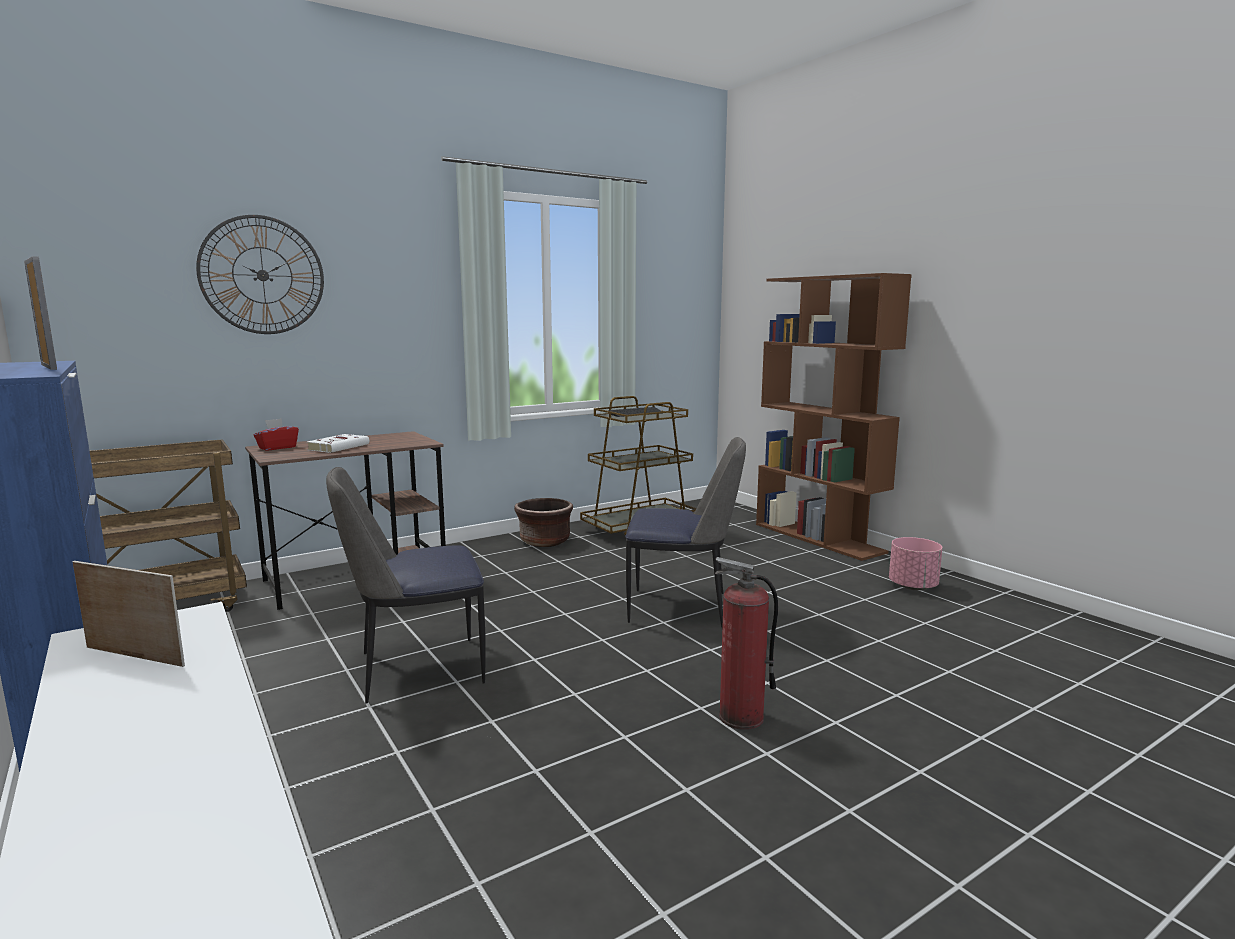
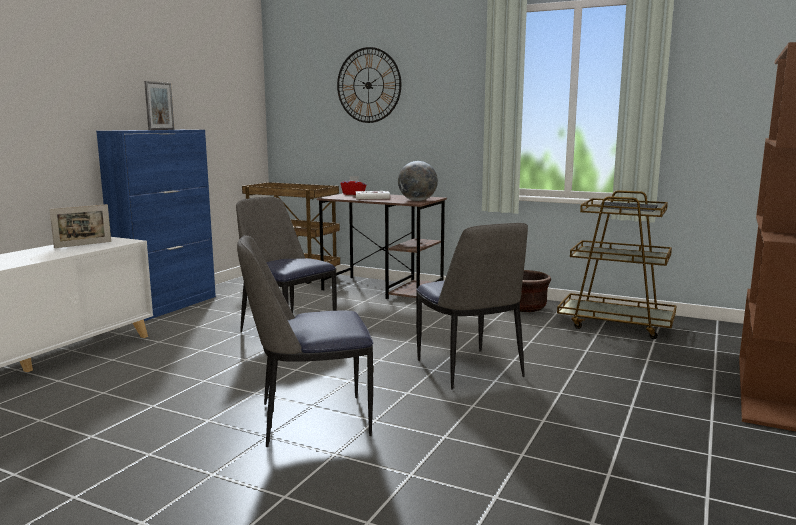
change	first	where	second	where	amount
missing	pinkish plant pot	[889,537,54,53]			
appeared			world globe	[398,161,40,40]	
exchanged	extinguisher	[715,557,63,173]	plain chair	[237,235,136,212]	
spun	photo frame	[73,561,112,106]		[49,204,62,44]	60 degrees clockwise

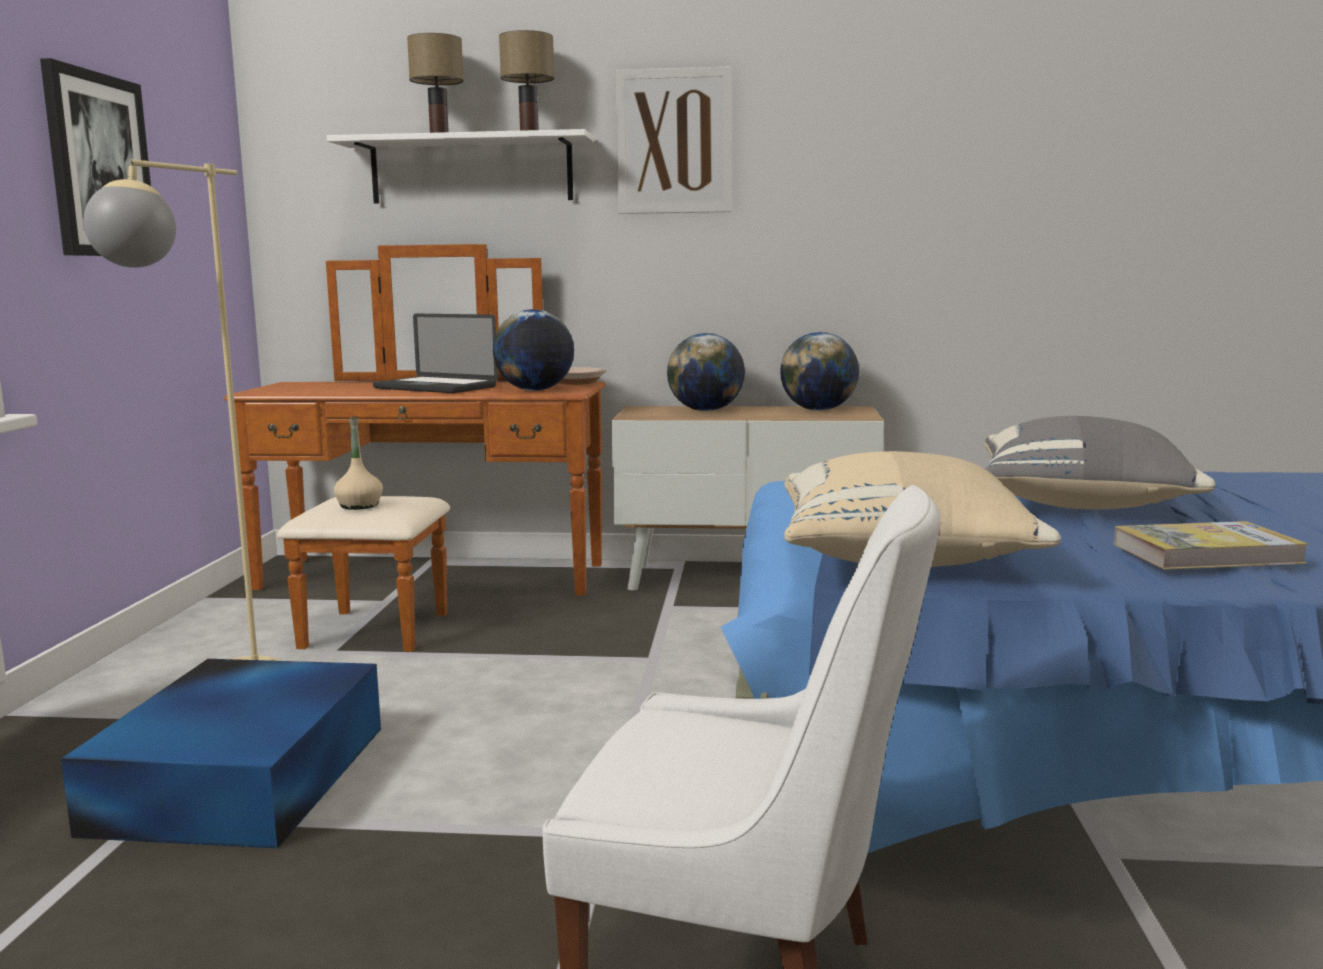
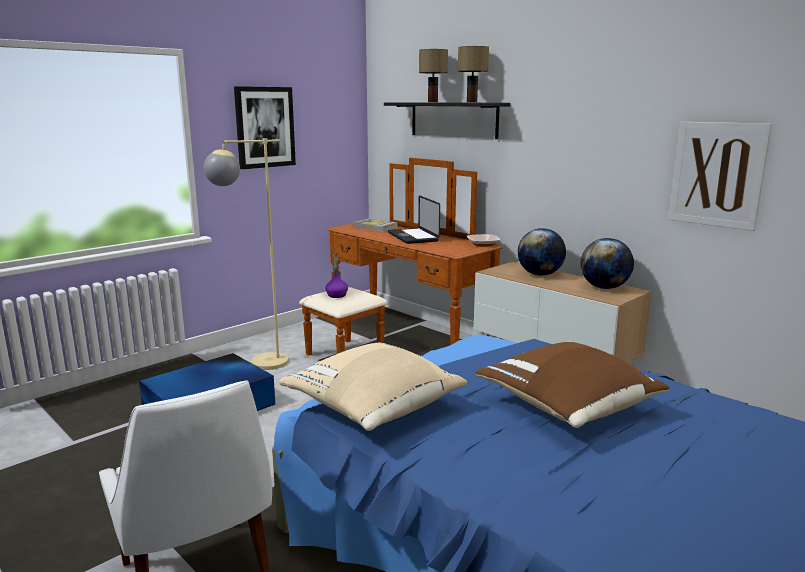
change	first	where	second	where	amount
missing	world globe	[493,309,81,82]			
relocated	wall art	[616,66,116,148]		[669,122,103,109]	
relocated	book	[1114,521,195,49]		[353,219,45,13]	
colour	whitish wall shelf	[327,129,267,75]	black wall shelf	[384,102,127,37]	
colour	beige-coloured drink bottle	[334,416,49,94]	purplish drink bottle	[325,253,23,45]	
colour	grey cushion	[985,416,231,94]	brownish cushion	[476,342,193,86]	

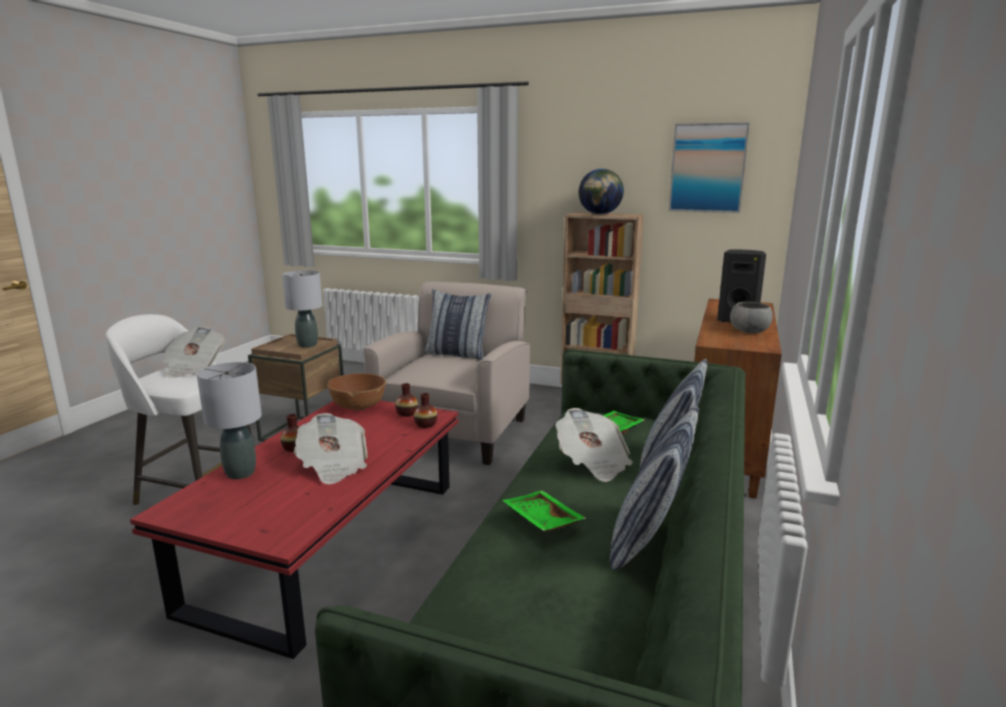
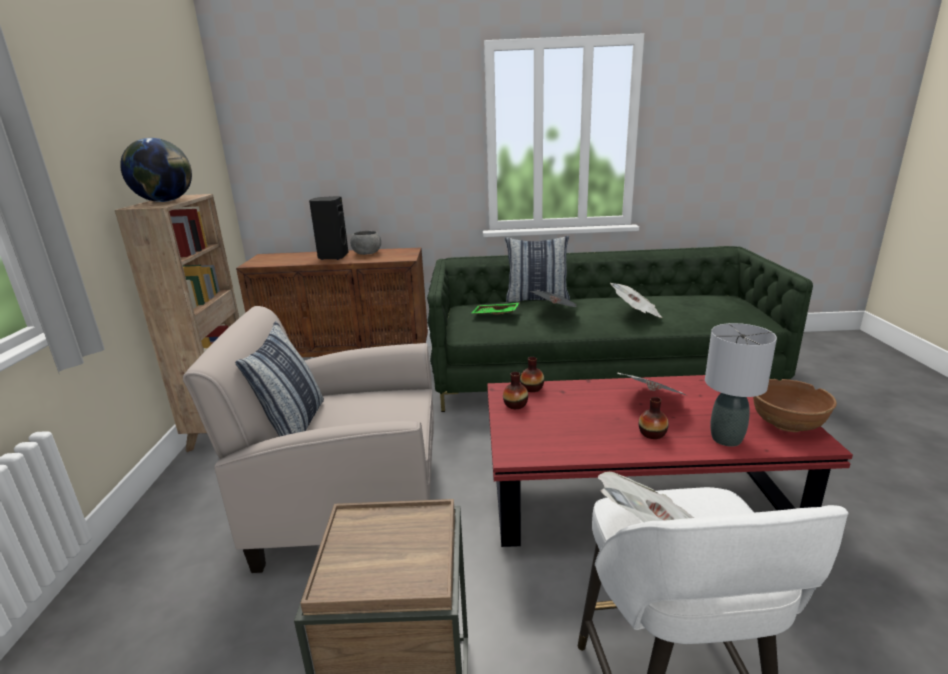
change	first	where	second	where	amount
missing	grey lamp for a table	[282,270,40,78]			
missing	cushion	[610,406,89,165]			
missing	wall art	[669,122,81,91]			
relocated	brownish serving bowl	[327,373,59,37]		[753,379,84,53]	
exchanged	green-coloured serving tray	[503,491,83,40]	daily paper	[610,283,53,35]	

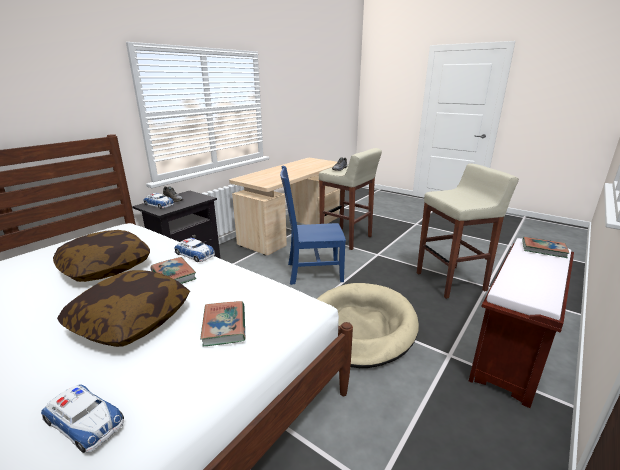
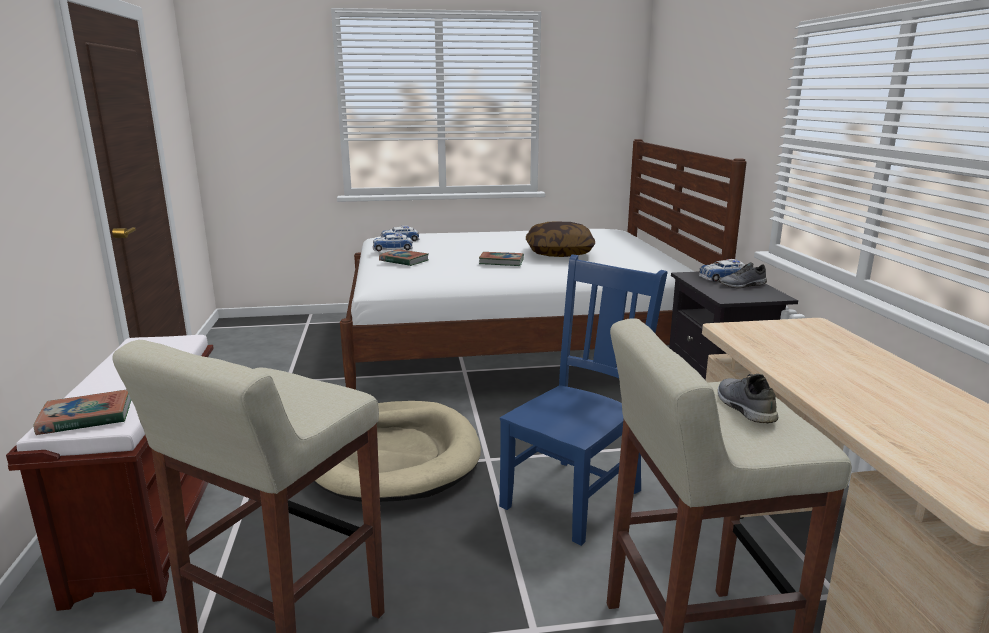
change	first	where	second	where	amount
missing	cushion	[57,270,133,77]			
relocated	miniature car	[174,238,41,24]		[373,233,40,18]	

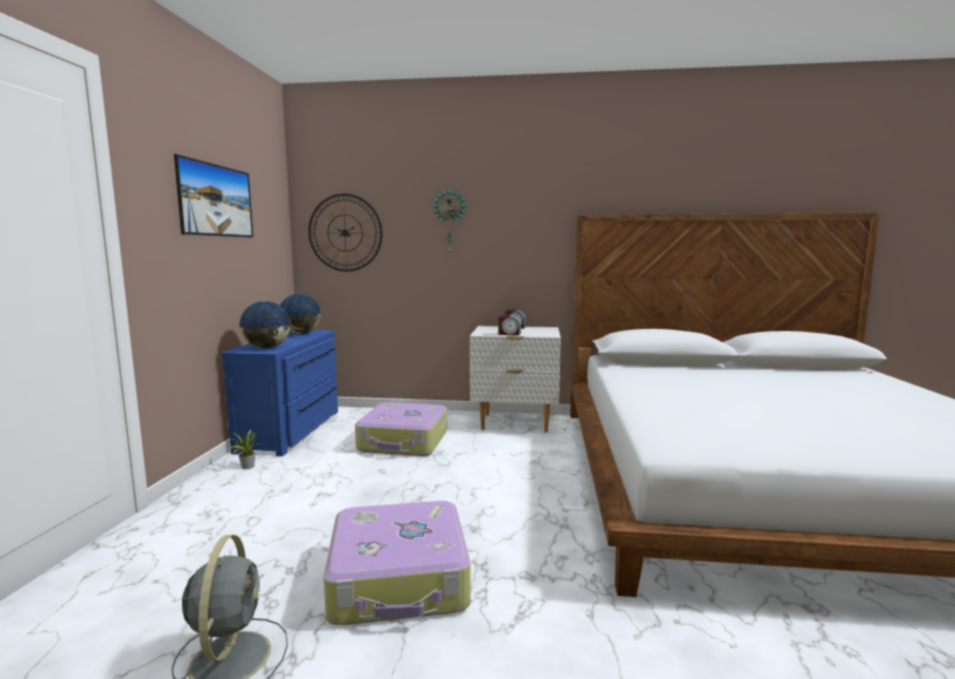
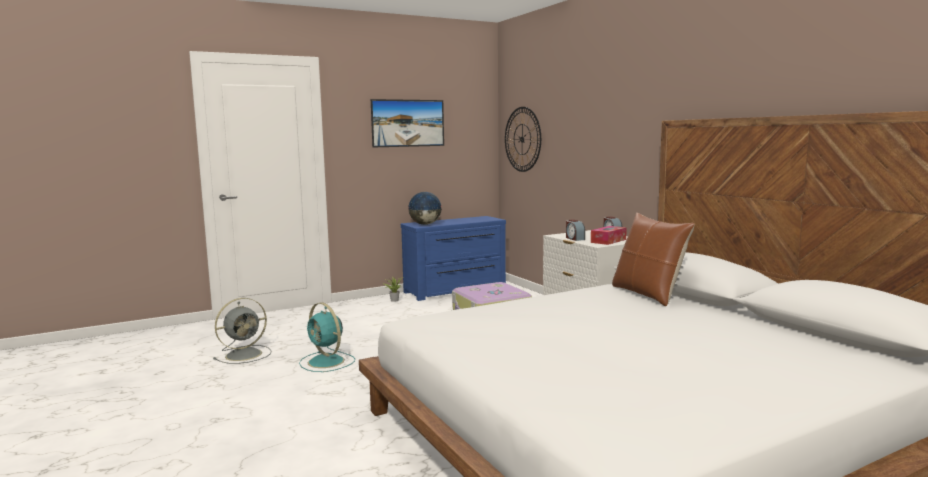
change	first	where	second	where	amount
missing	world globe	[280,294,41,40]			
missing	clock on the wall	[432,187,36,66]			
appeared			box of tissues	[591,226,36,19]	
appeared			brownish cushion	[612,213,83,93]	
exchanged	suitcase	[324,501,147,124]	turquoise cooling fan	[299,303,56,69]	

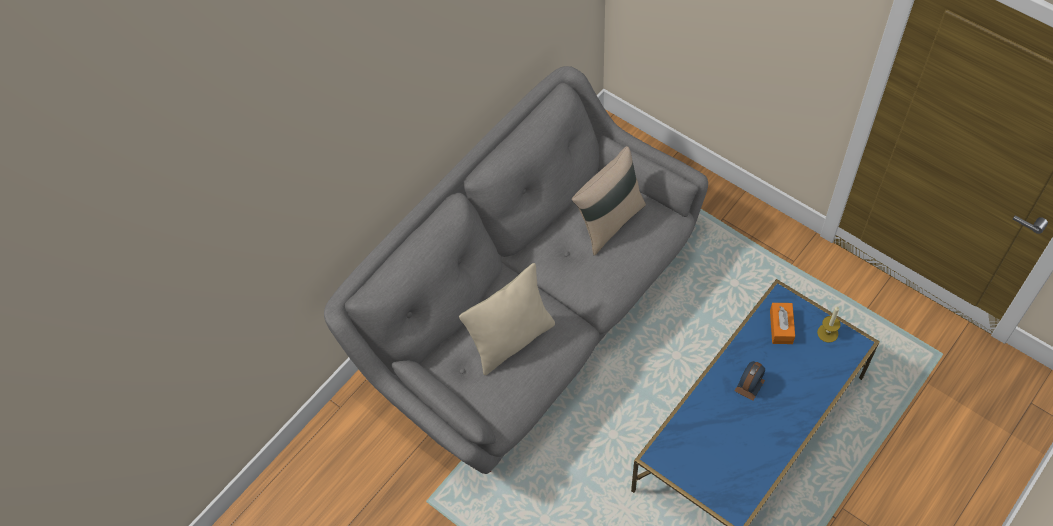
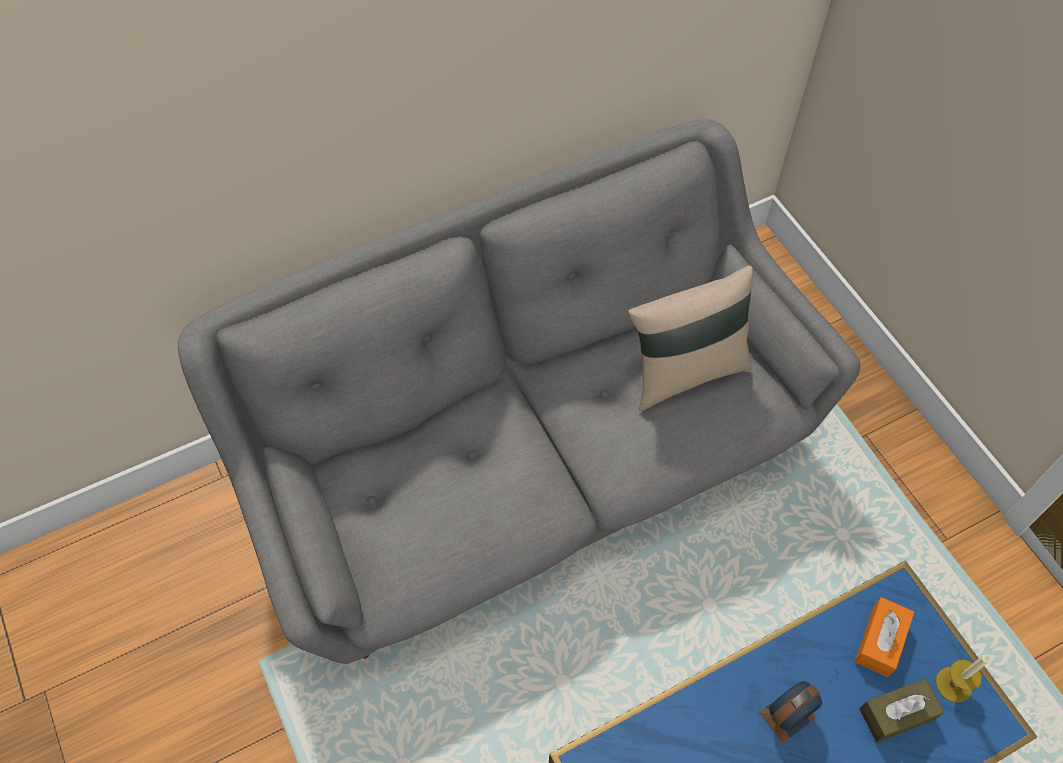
change	first	where	second	where	amount
missing	beige-coloured cushion	[459,263,96,112]			
appeared			brownish box of tissues	[859,679,85,63]	

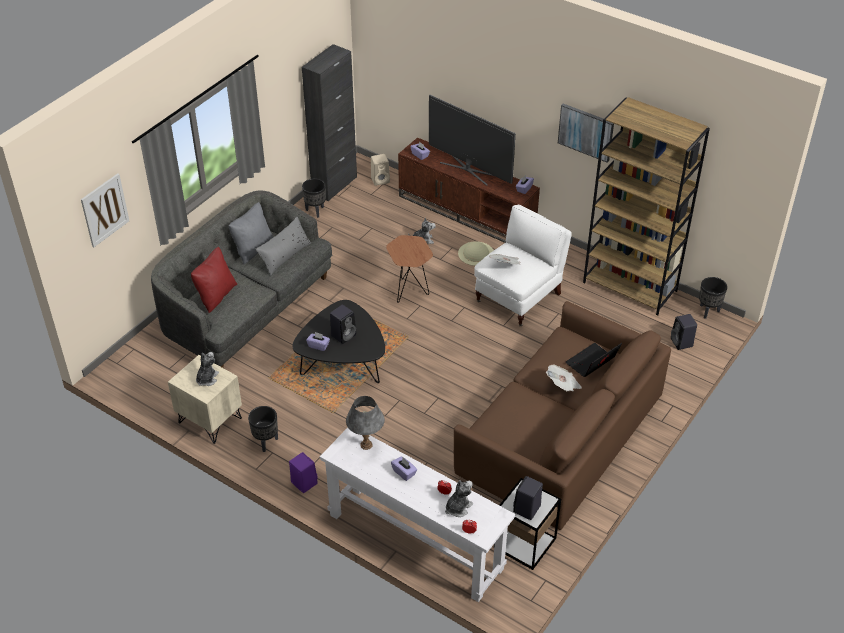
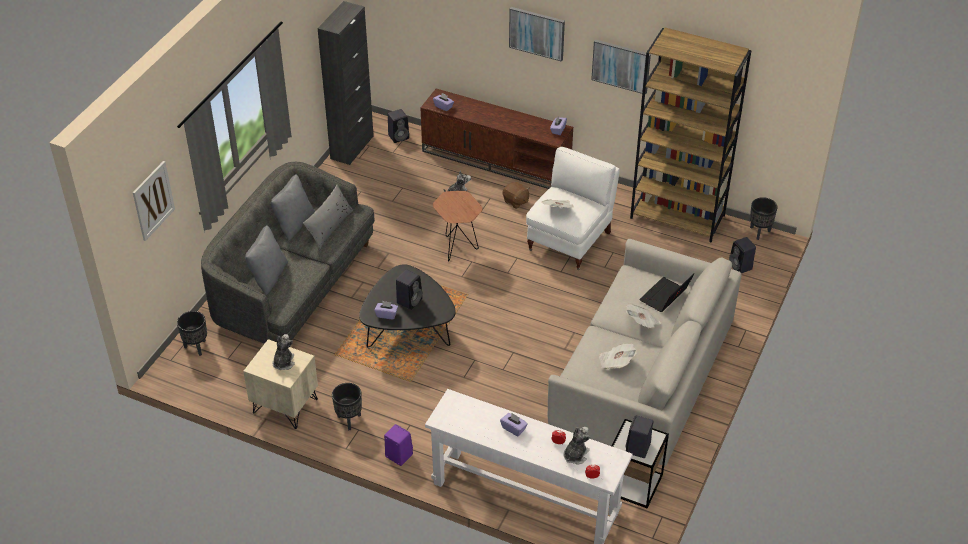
change	first	where	second	where	amount
missing	grey lamp for a table	[346,396,39,54]			
missing	TV set	[429,94,87,92]			
appeared			wall art	[509,7,56,55]	
appeared			daily paper	[599,344,38,25]	
relocated	black plant pot	[302,178,24,40]		[177,311,30,45]	
exchanged	beige-coloured clothing hat	[458,241,36,25]	brownish cuddly toy	[503,182,26,27]	
colour	red cushion	[191,247,46,66]	grey cushion	[245,225,43,70]	
colour	beige-coloured speaker	[371,154,19,32]	black speaker	[388,109,21,34]	
colour	brownish couch	[454,301,217,229]	grey couch	[548,239,193,227]	

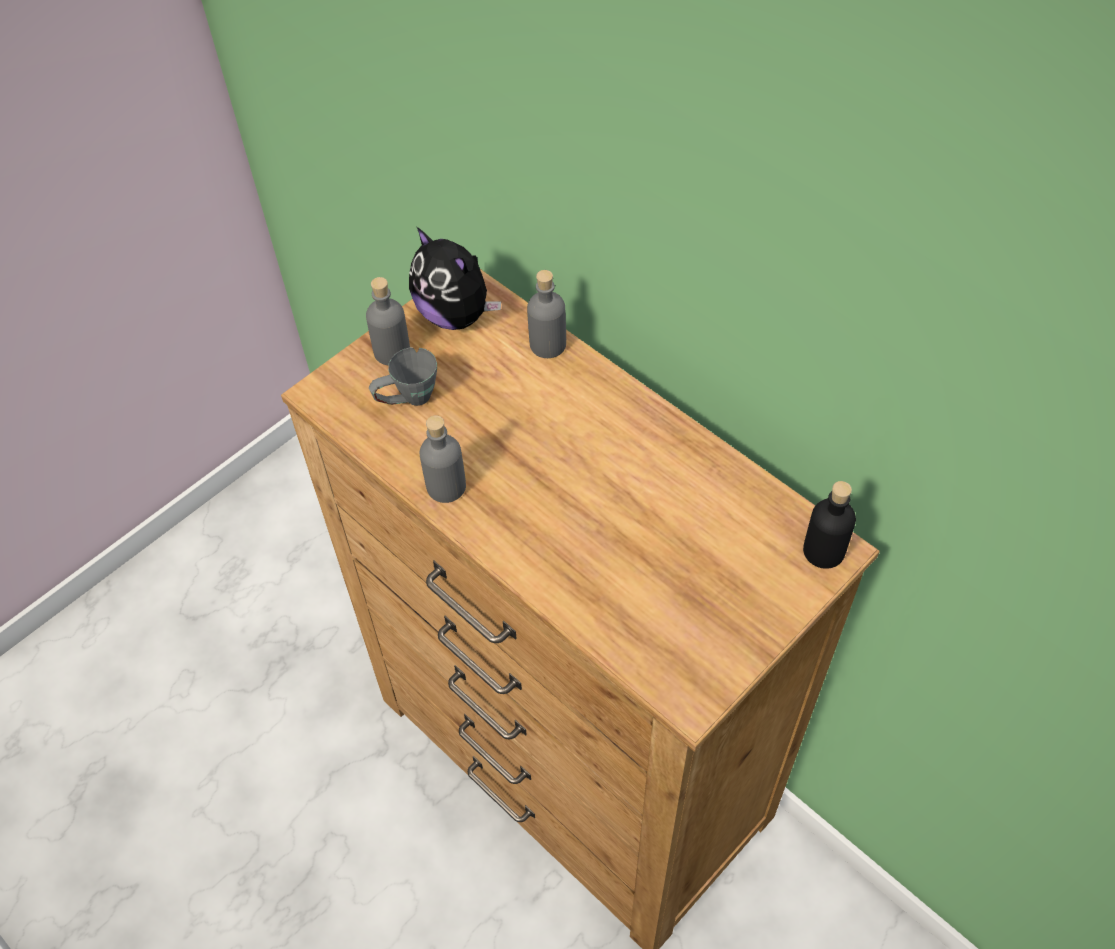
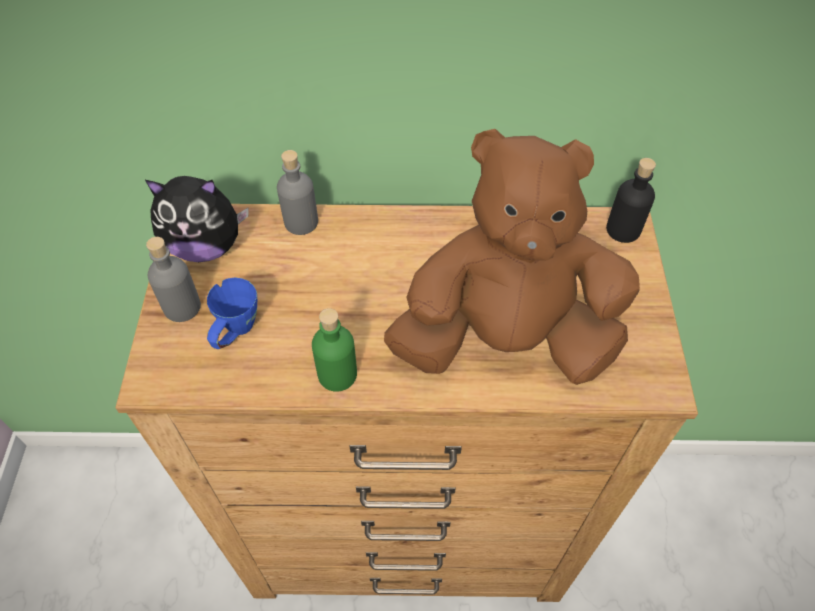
change	first	where	second	where	amount
appeared			brownish cuddly toy	[384,129,256,256]	
colour	grey coffee mug	[369,347,68,59]	blue coffee mug	[207,278,50,71]	
colour	grey drink bottle	[419,415,47,88]	green-coloured drink bottle	[312,308,45,84]	

